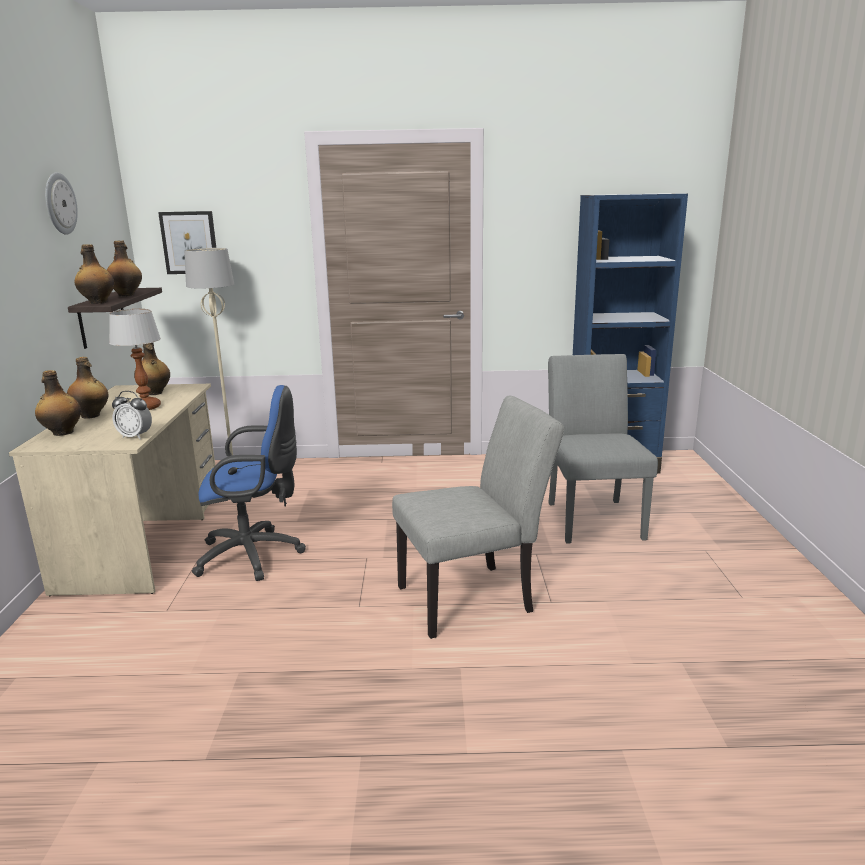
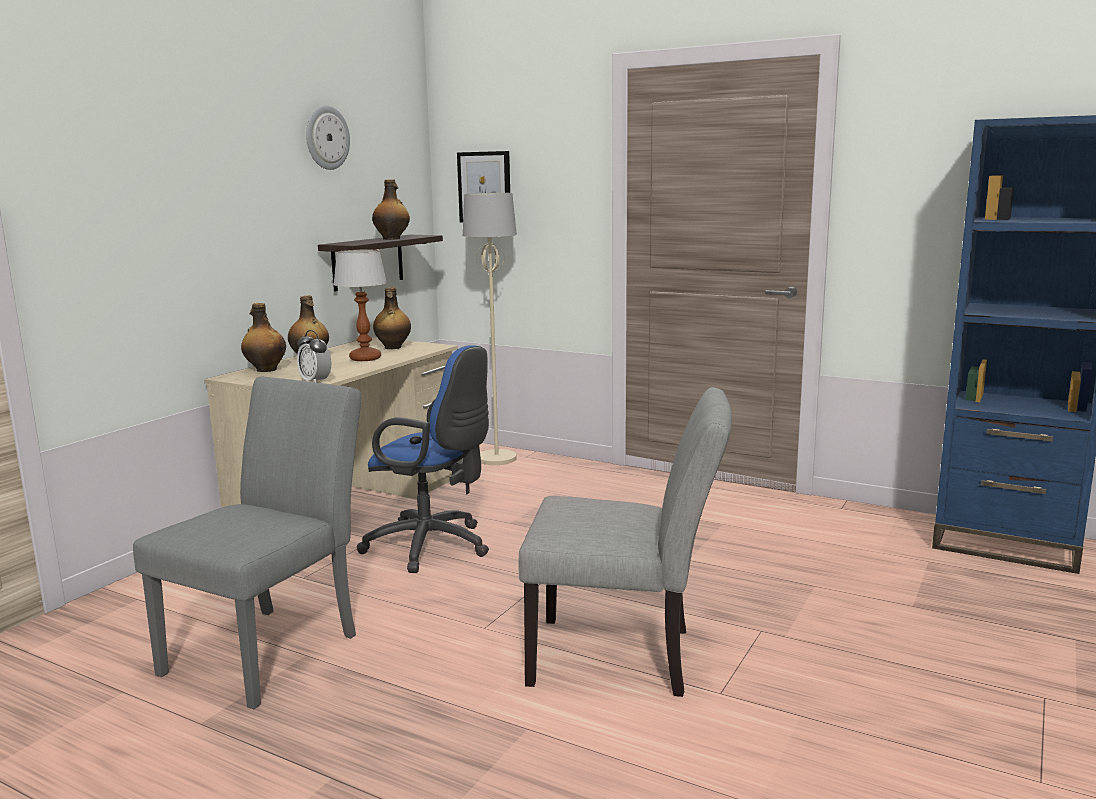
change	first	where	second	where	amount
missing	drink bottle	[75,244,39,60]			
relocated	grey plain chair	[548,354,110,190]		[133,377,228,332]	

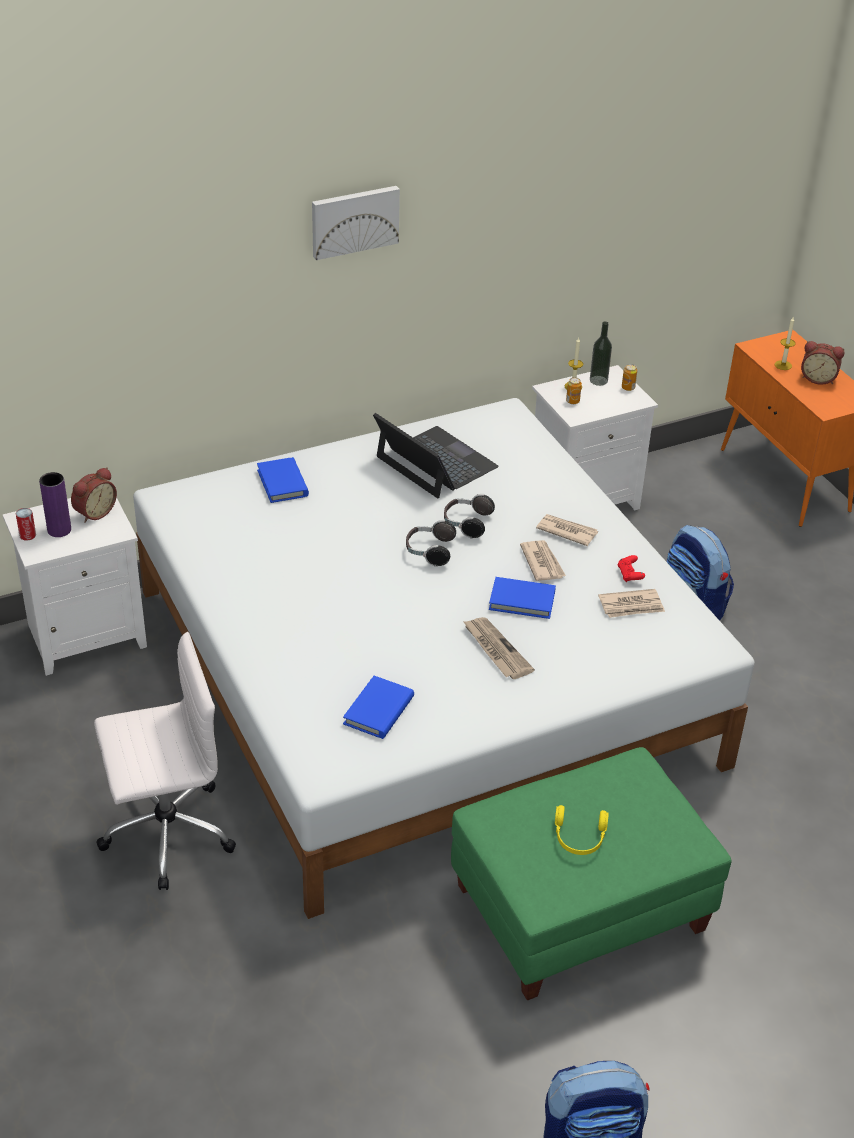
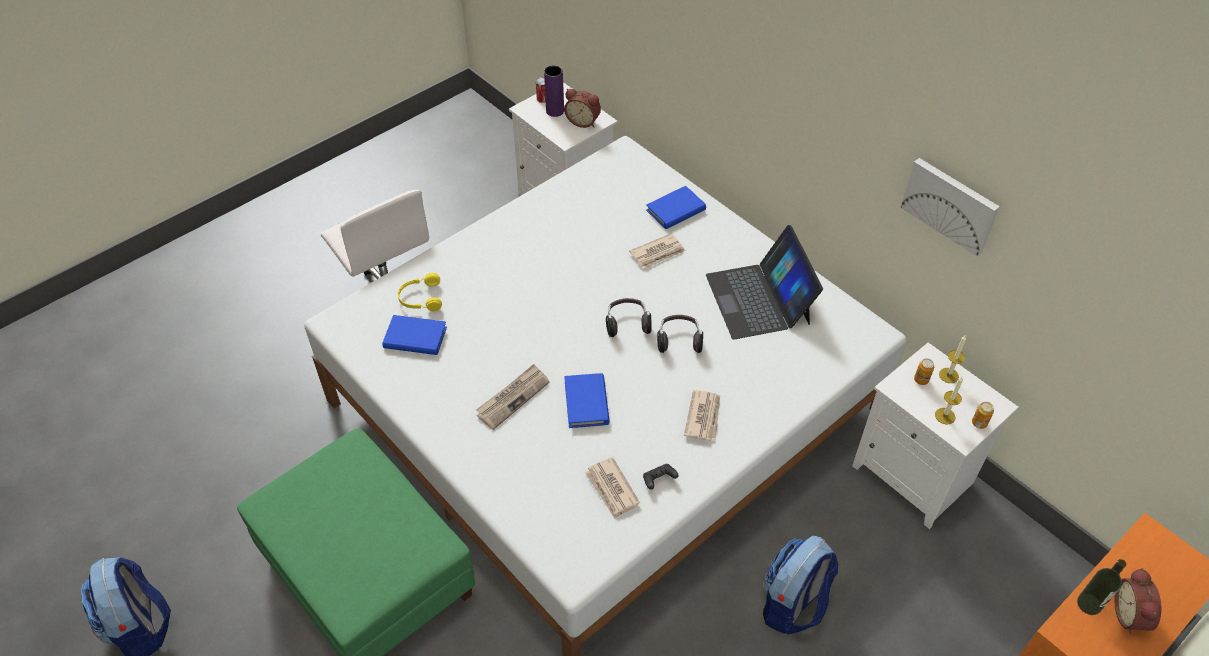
change	first	where	second	where	amount
relocated	wall art	[312,186,88,74]		[901,158,99,98]	
relocated	daily paper	[520,540,46,41]		[629,233,56,36]	
relocated	yellowish pair of headphones	[555,805,54,50]		[398,273,44,39]	
relocated	drink bottle	[590,321,22,65]		[1077,559,49,56]	
relocated	candle	[775,317,20,53]		[935,377,28,47]	
colour	red gamepad	[618,555,27,27]	black gamepad	[643,464,36,26]	
spun	notebook computer	[373,413,126,85]		[706,225,117,115]	135 degrees clockwise

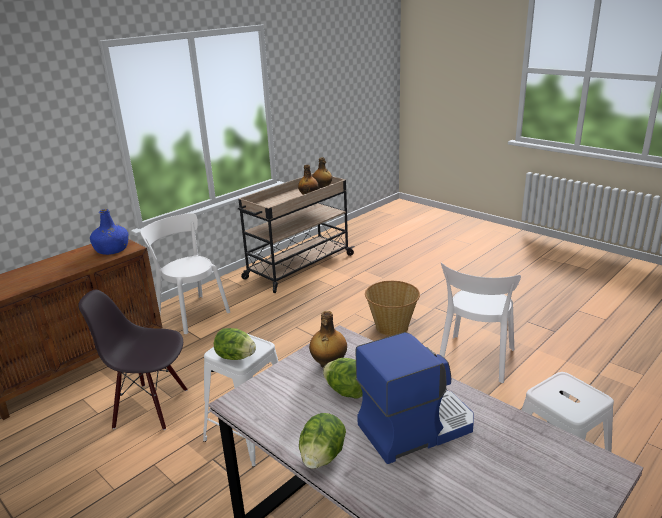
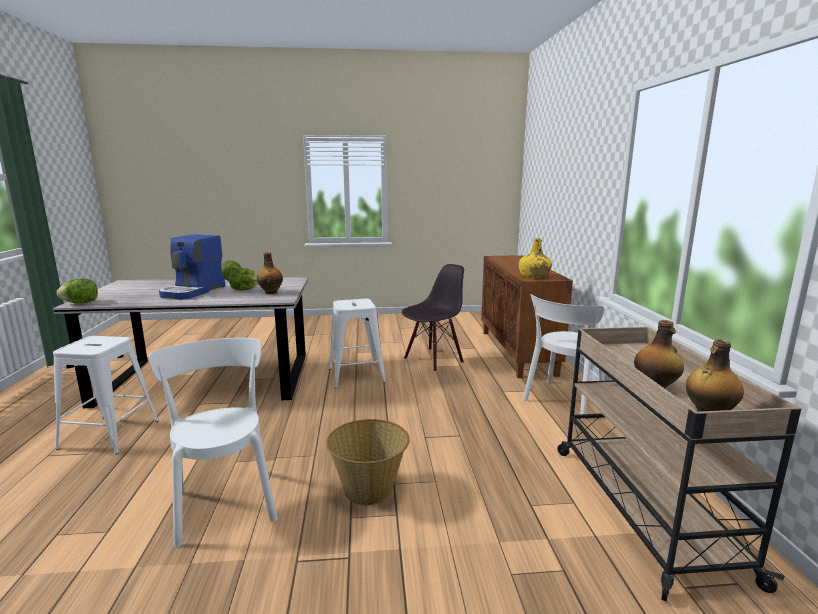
change	first	where	second	where	amount
relocated	lettuce	[214,328,42,32]		[57,278,41,25]	
colour	blue drink bottle	[90,209,39,46]	yellowish drink bottle	[519,238,33,40]	
spun	whitish plain chair	[140,213,90,121]		[523,294,81,126]	135 degrees clockwise

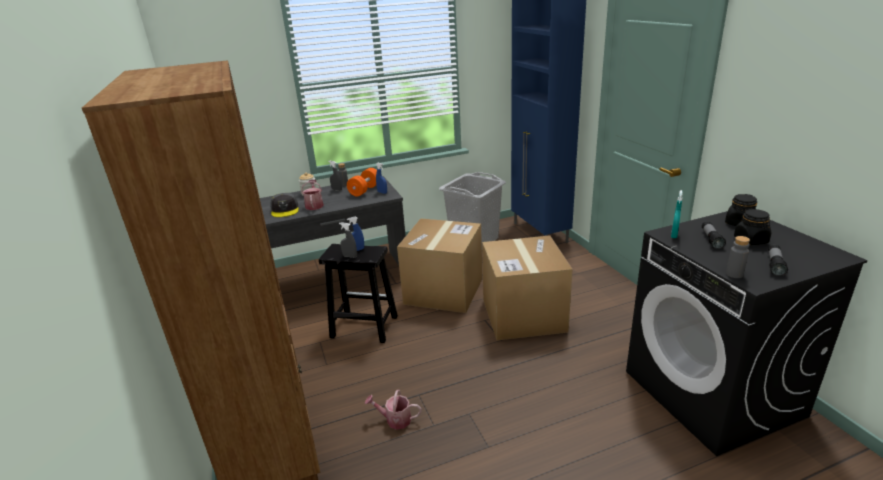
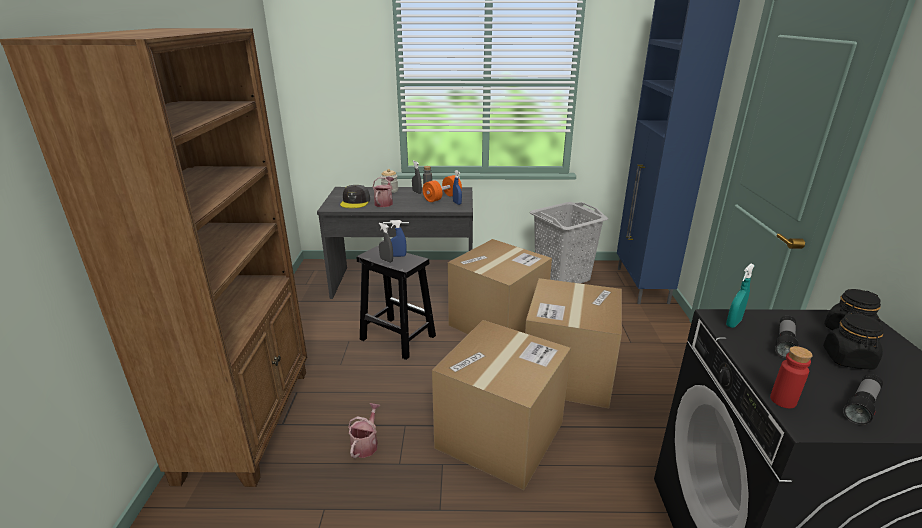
change	first	where	second	where	amount
appeared			carton	[432,320,139,170]	
colour	grey drink bottle	[726,236,24,42]	red drink bottle	[770,346,43,62]	
spun	sprinkling can	[365,390,56,40]		[348,403,32,55]	75 degrees clockwise

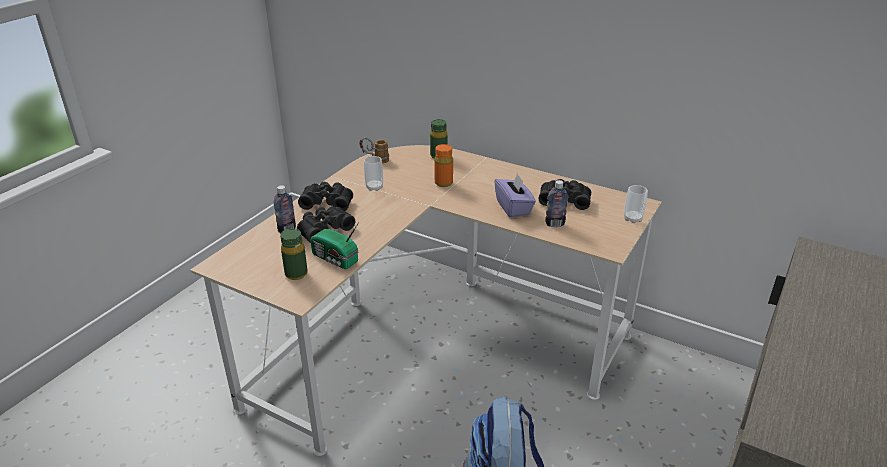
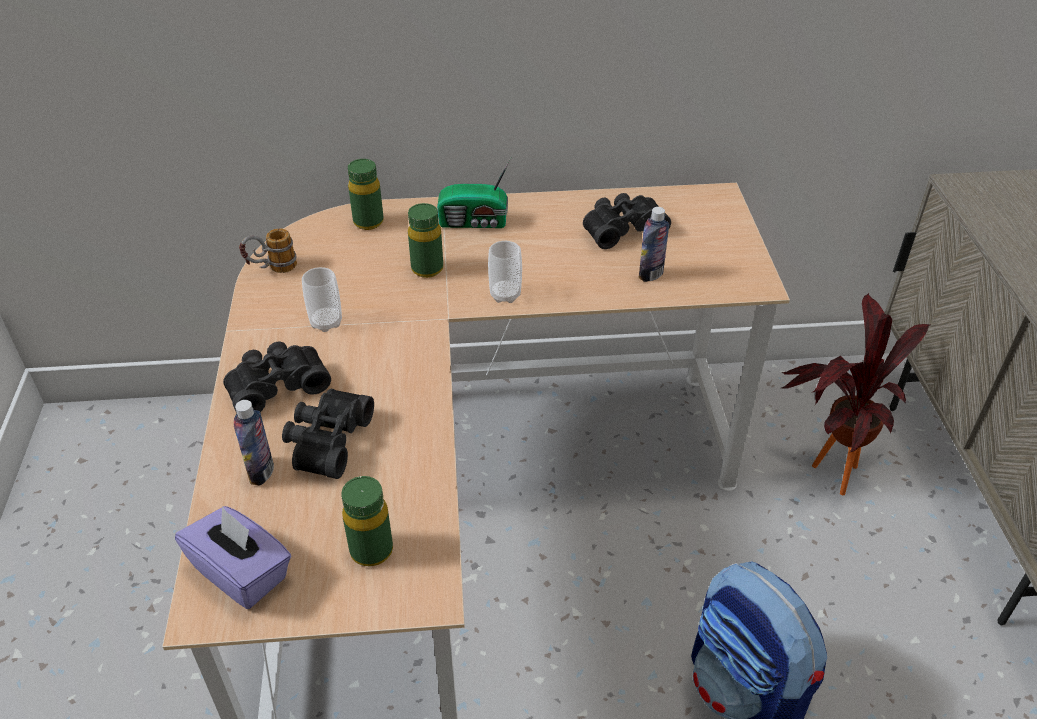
change	first	where	second	where	amount
appeared			houseplant	[782,293,148,202]	
relocated	radio	[310,222,49,47]		[437,158,74,70]	
relocated	purplish box of tissues	[494,173,42,45]		[175,506,117,103]	
relocated	drinking cup	[624,185,24,38]		[488,241,34,62]	
colour	orange drink bottle	[434,144,19,43]	green-coloured drink bottle	[408,203,35,75]	

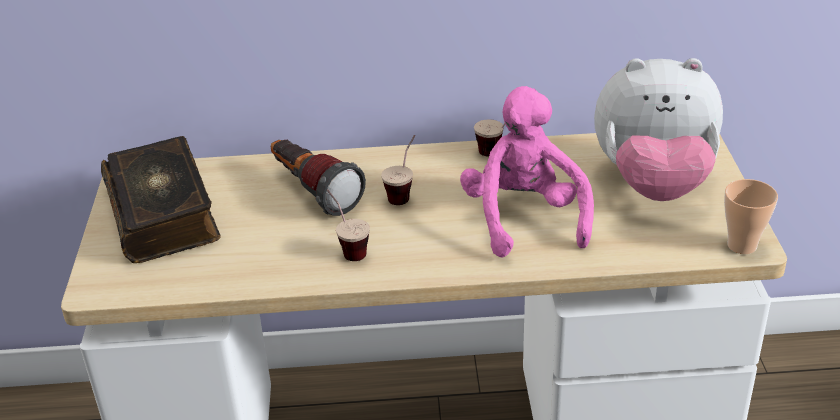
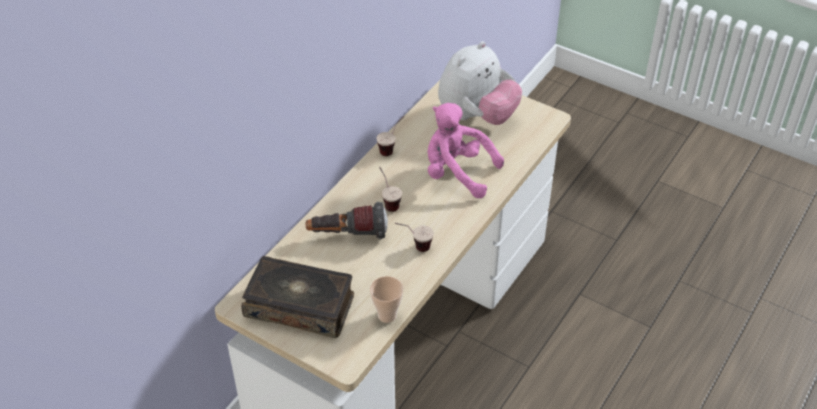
change	first	where	second	where	amount
relocated	drinking cup	[724,179,54,75]		[370,276,33,47]	

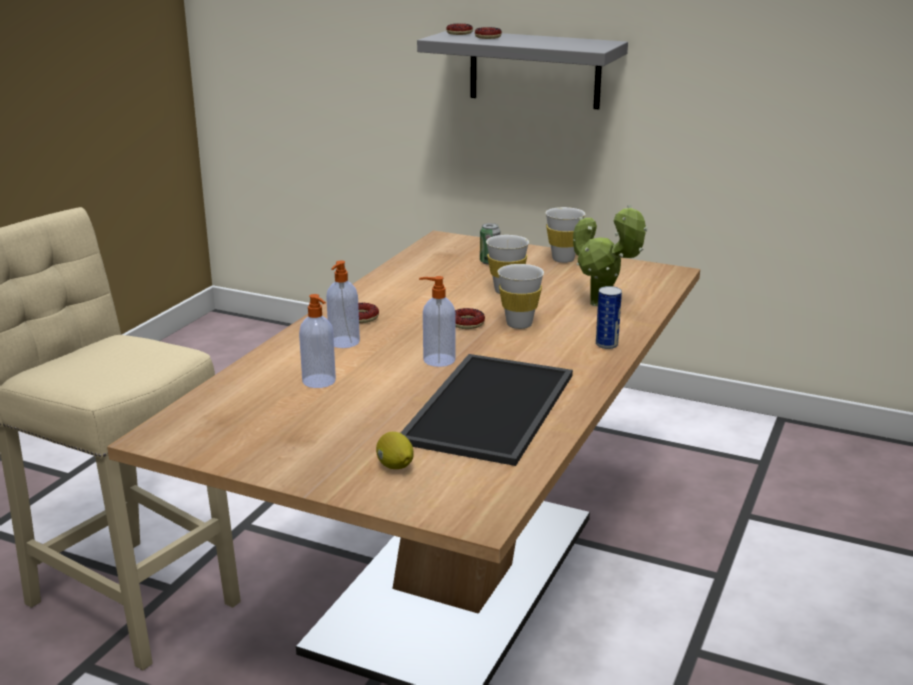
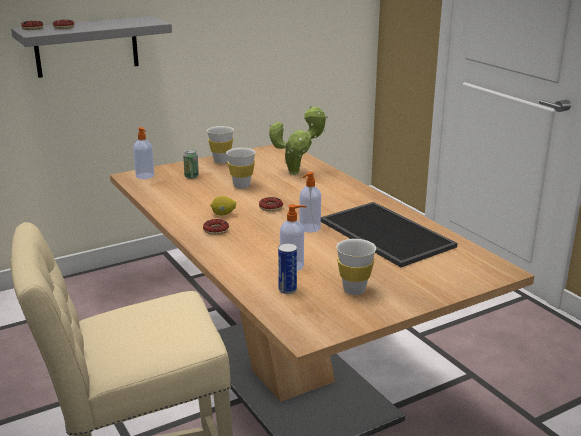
change	first	where	second	where	amount
relocated	soap dispenser	[326,261,34,87]		[133,127,21,52]	
relocated	citrus fruit	[376,432,38,37]		[210,196,26,20]	
relocated	whitish drinking cup	[497,264,47,65]		[336,239,40,56]	
relocated	sealed can	[596,286,26,63]		[278,243,19,51]	

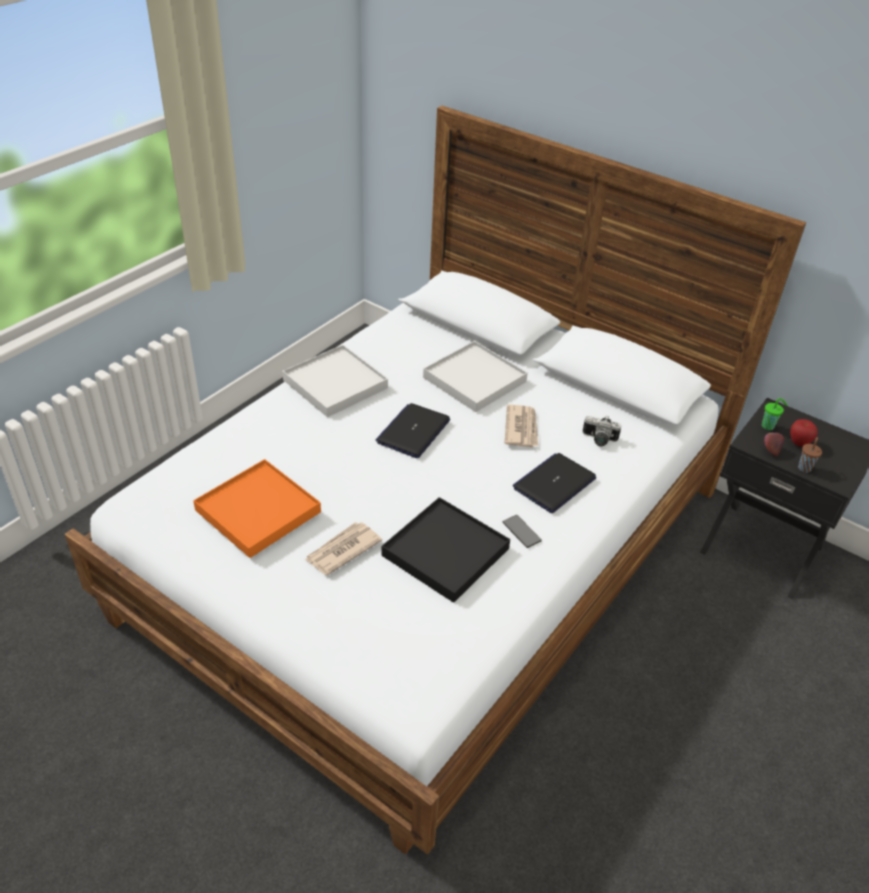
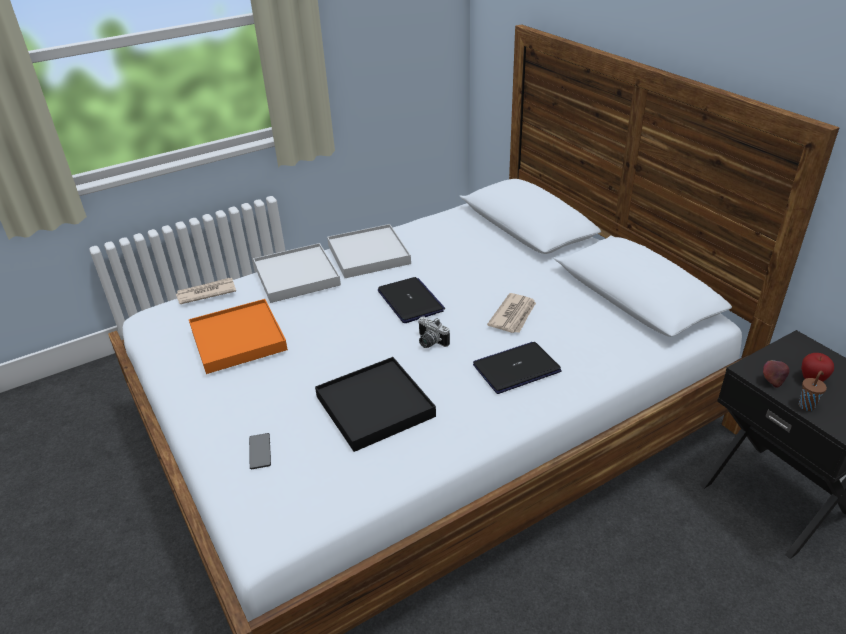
change	first	where	second	where	amount
missing	green-coloured drinking cup	[762,398,26,32]			
relocated	daily paper	[305,522,77,53]		[176,278,60,26]	
relocated	whitish serving tray	[423,341,105,71]		[253,243,88,60]	
relocated	handset	[503,515,39,33]		[249,433,22,36]	
relocated	photo camera	[583,416,38,30]		[418,316,32,32]	
spun	notebook computer	[375,403,75,55]		[377,277,68,46]	105 degrees clockwise

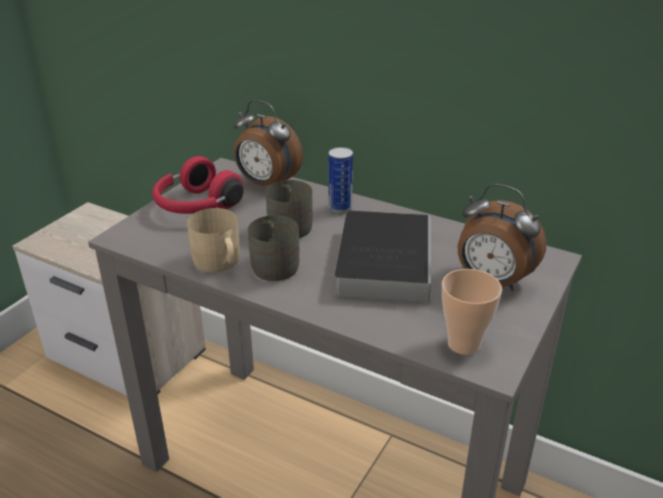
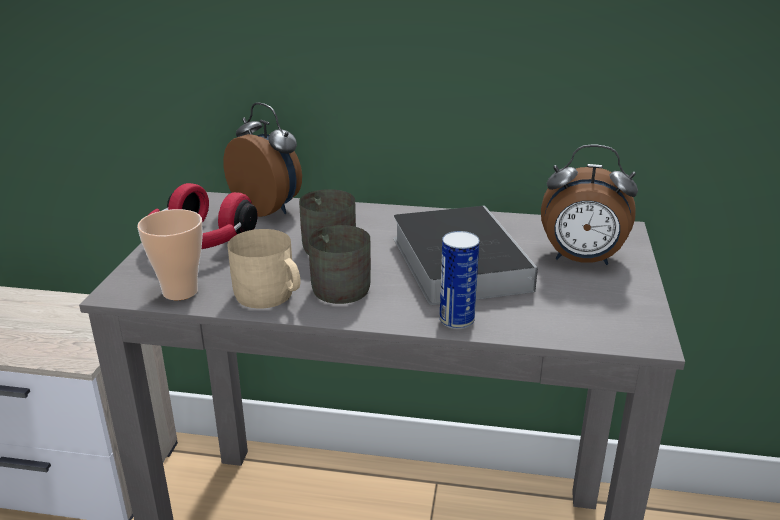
change	first	where	second	where	amount
relocated	sealed can	[329,147,24,66]		[439,231,40,98]	
relocated	drinking cup	[442,269,60,86]		[137,209,66,91]	
spun	alarm clock	[234,100,69,86]		[223,103,79,114]	150 degrees counterclockwise

